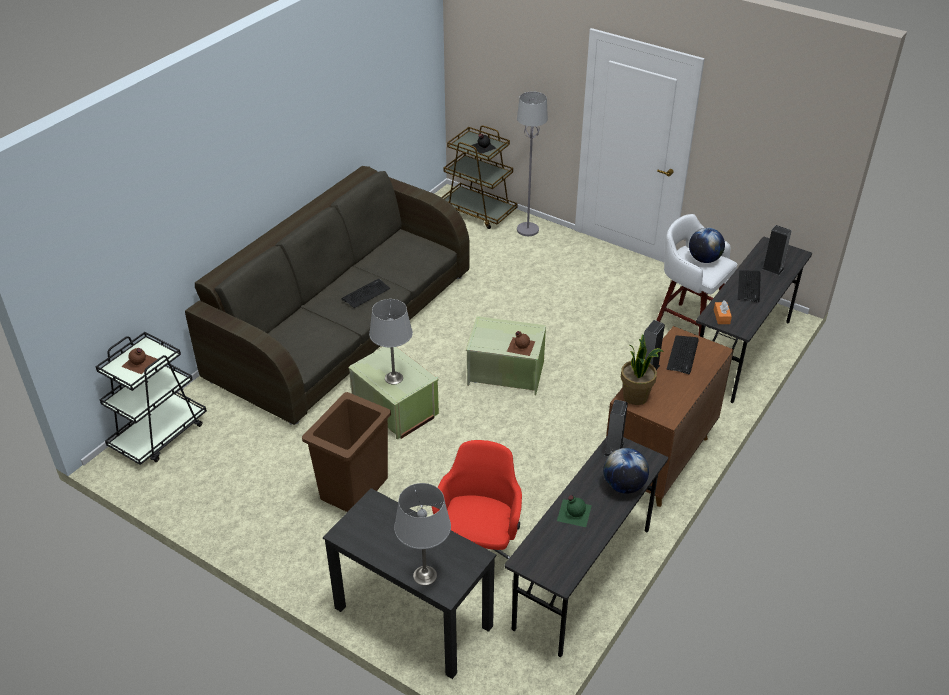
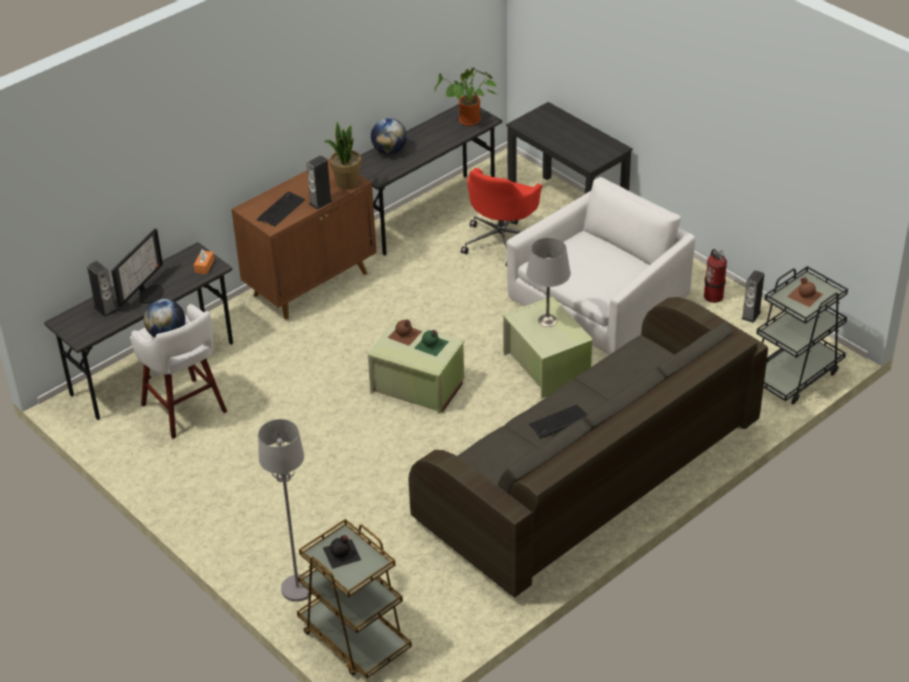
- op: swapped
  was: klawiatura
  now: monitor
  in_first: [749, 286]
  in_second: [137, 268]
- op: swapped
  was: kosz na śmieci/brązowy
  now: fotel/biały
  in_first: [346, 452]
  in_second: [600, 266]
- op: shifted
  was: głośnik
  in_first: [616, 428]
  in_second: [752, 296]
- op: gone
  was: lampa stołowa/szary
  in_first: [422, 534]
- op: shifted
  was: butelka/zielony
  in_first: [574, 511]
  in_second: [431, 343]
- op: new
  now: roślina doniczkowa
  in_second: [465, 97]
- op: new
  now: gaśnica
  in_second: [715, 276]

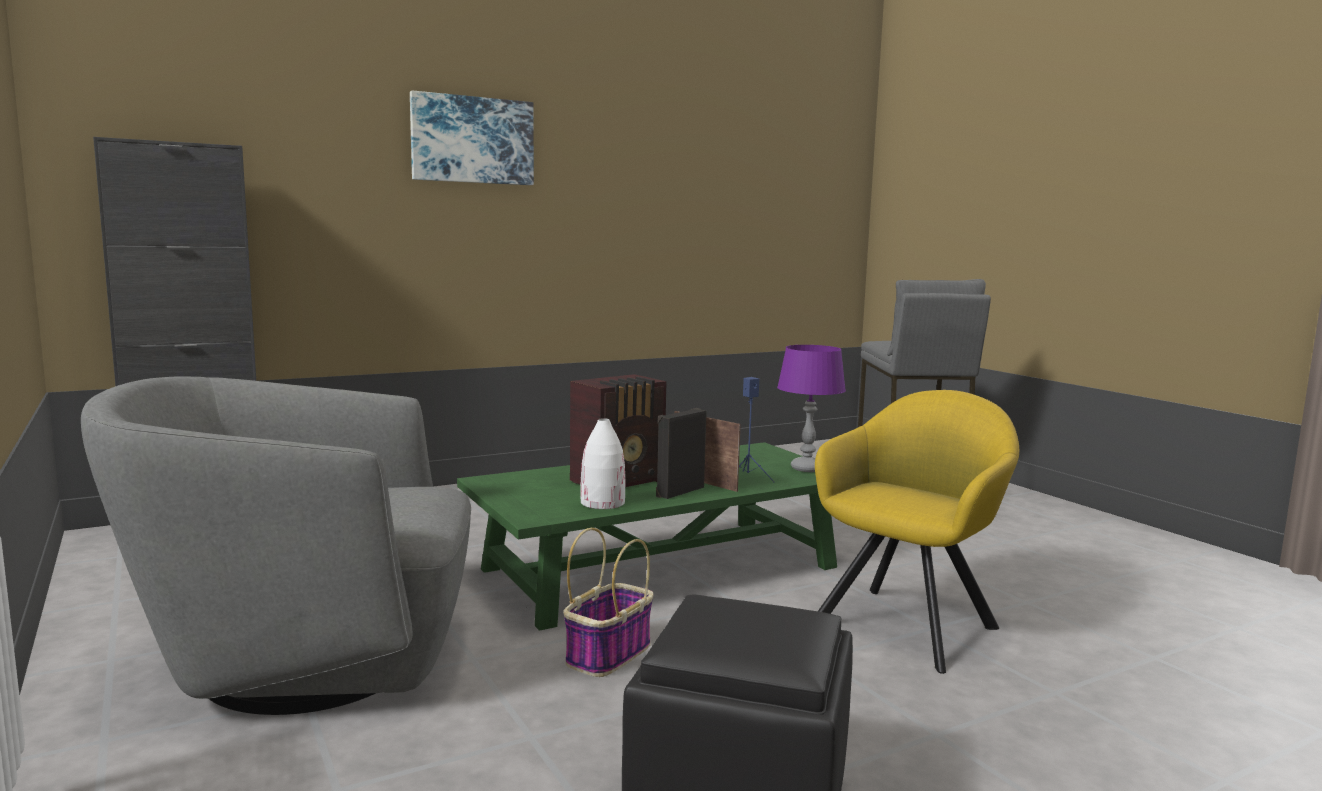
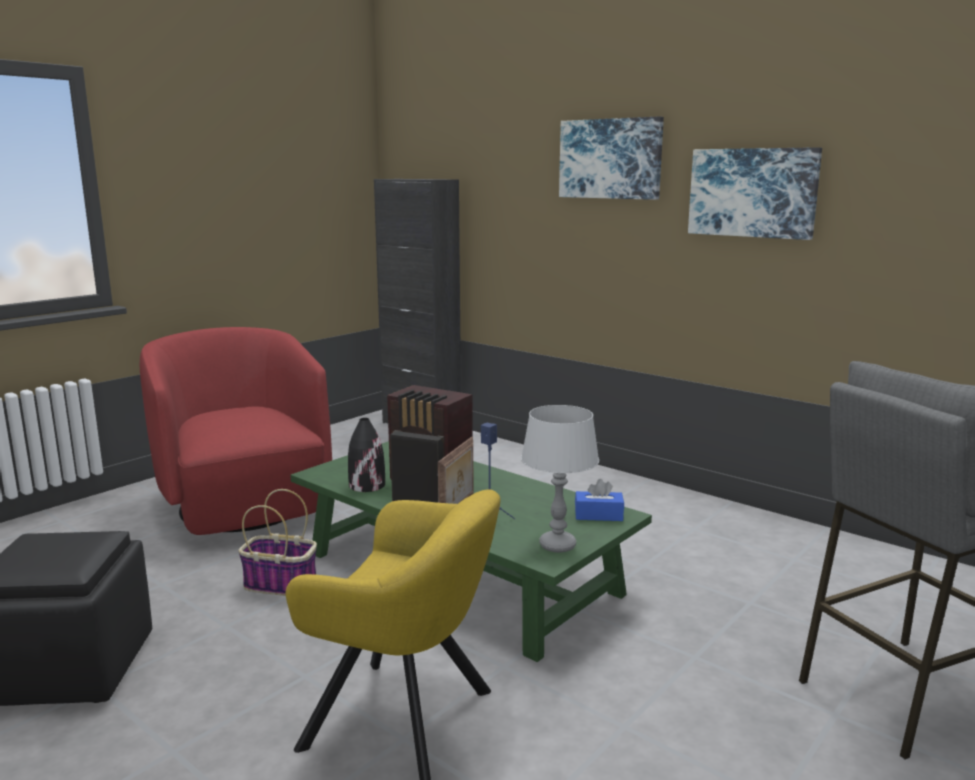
- op: repainted
  was: lampa stołowa/fioletowy
  now: lampa stołowa/szary
  in_first: [811, 408]
  in_second: [560, 479]
- op: repainted
  was: fotel/szary
  now: fotel/czerwony
  in_first: [276, 545]
  in_second: [236, 431]
- op: repainted
  was: wazon/biały
  now: wazon/czarny
  in_first: [602, 463]
  in_second: [366, 455]
- op: new
  now: obraz
  in_second: [755, 193]
- op: new
  now: pudełko chusteczek/niebieski
  in_second: [599, 500]

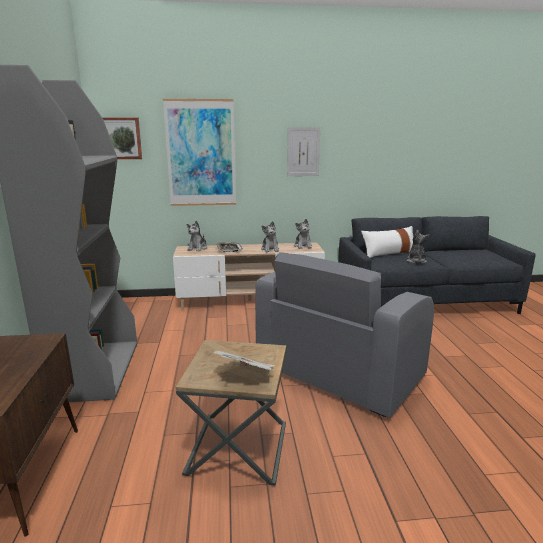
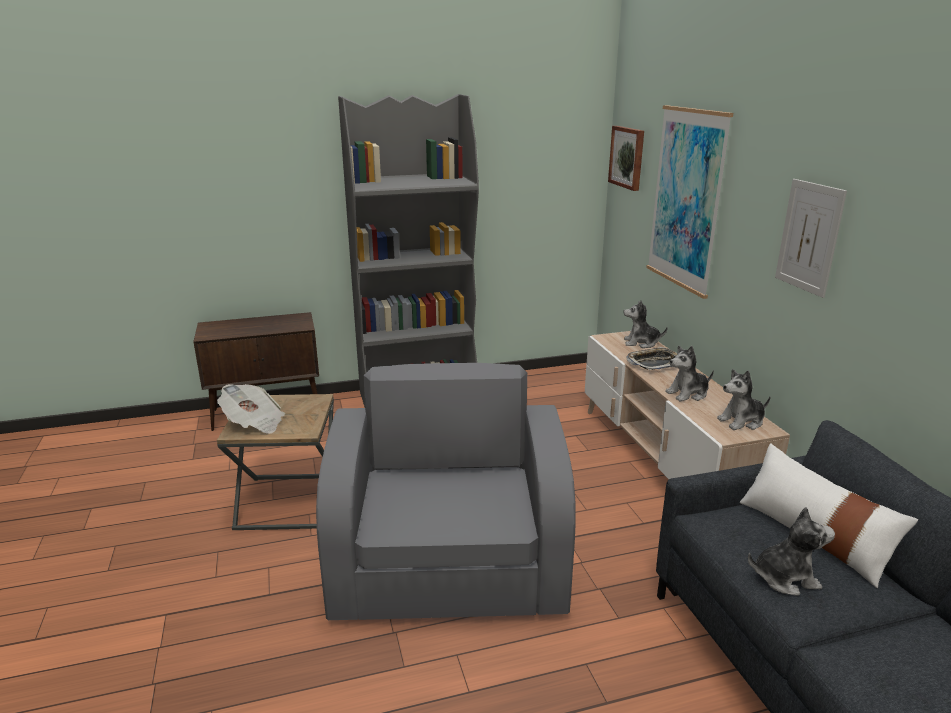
- op: rotated
  was: fotel/szary
  in_first: [344, 335]
  in_second: [446, 491]
  clockwise: 60

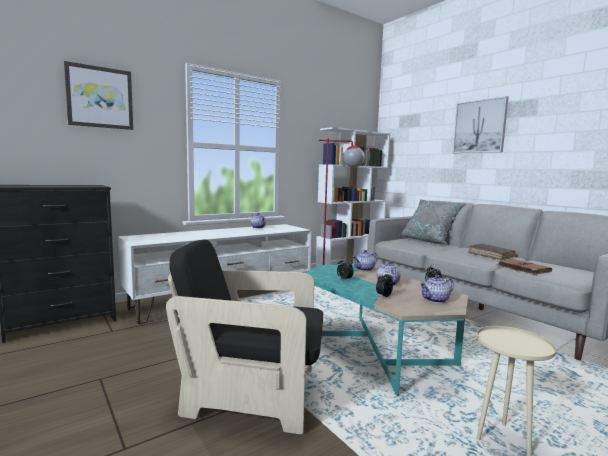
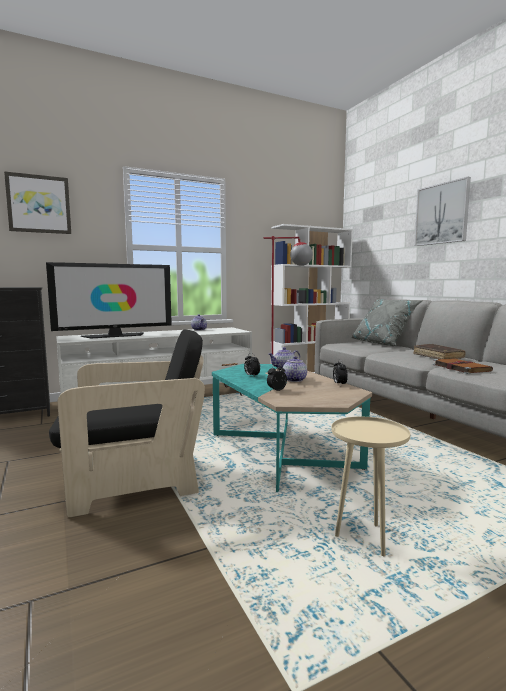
- op: rotated
  was: fotel/czarny
  in_first: [244, 336]
  in_second: [127, 423]
  clockwise: 150
- op: gone
  was: imbryk
  in_first: [436, 289]
- op: new
  now: telewizor
  in_second: [109, 300]

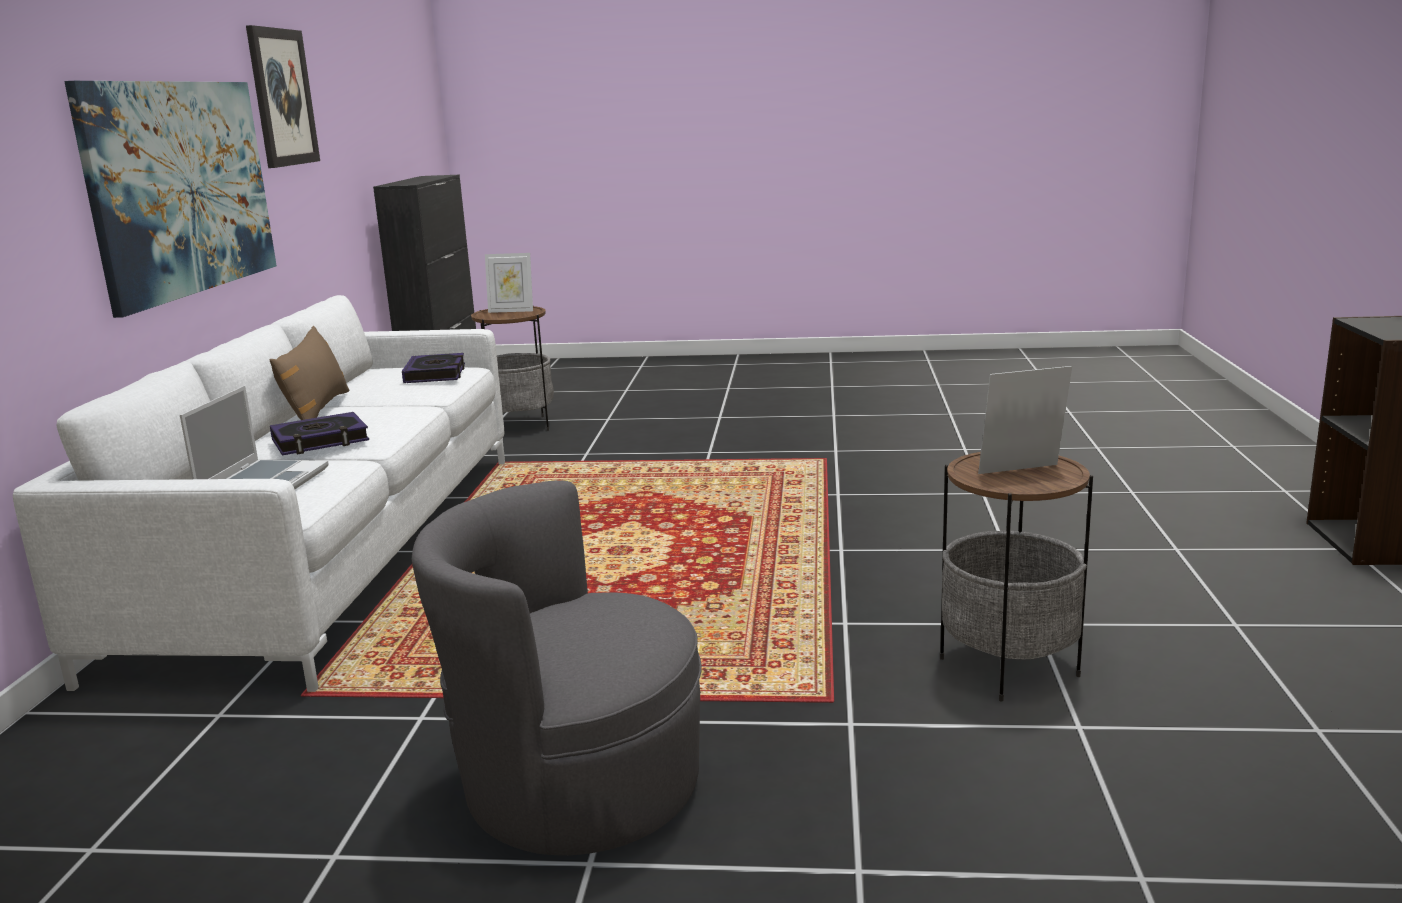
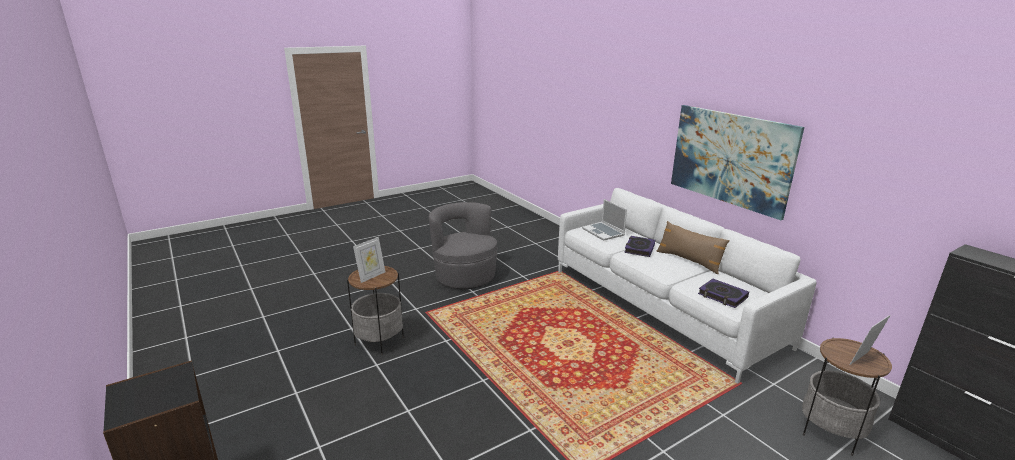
- op: gone
  was: obraz
  in_first: [283, 96]
- op: rotated
  was: fotel/szary
  in_first: [557, 667]
  in_second: [463, 245]
  clockwise: -90

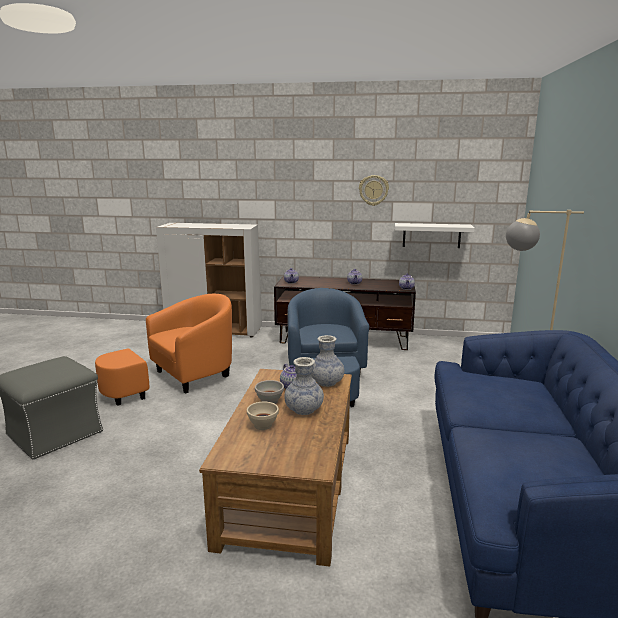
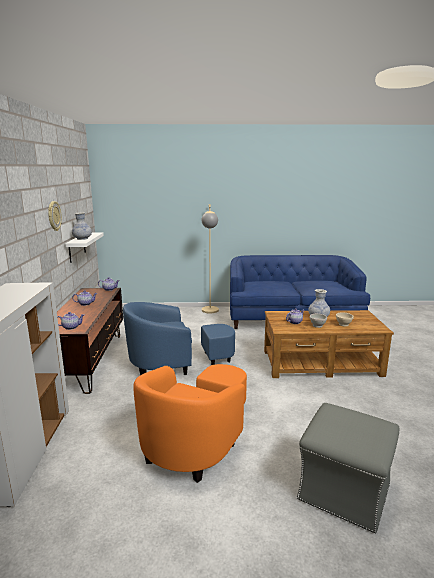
- op: rotated
  was: fotel/pomarańczowy
  in_first: [163, 350]
  in_second: [190, 423]
  clockwise: -105
- op: shifted
  was: wazon
  in_first: [328, 361]
  in_second: [82, 226]

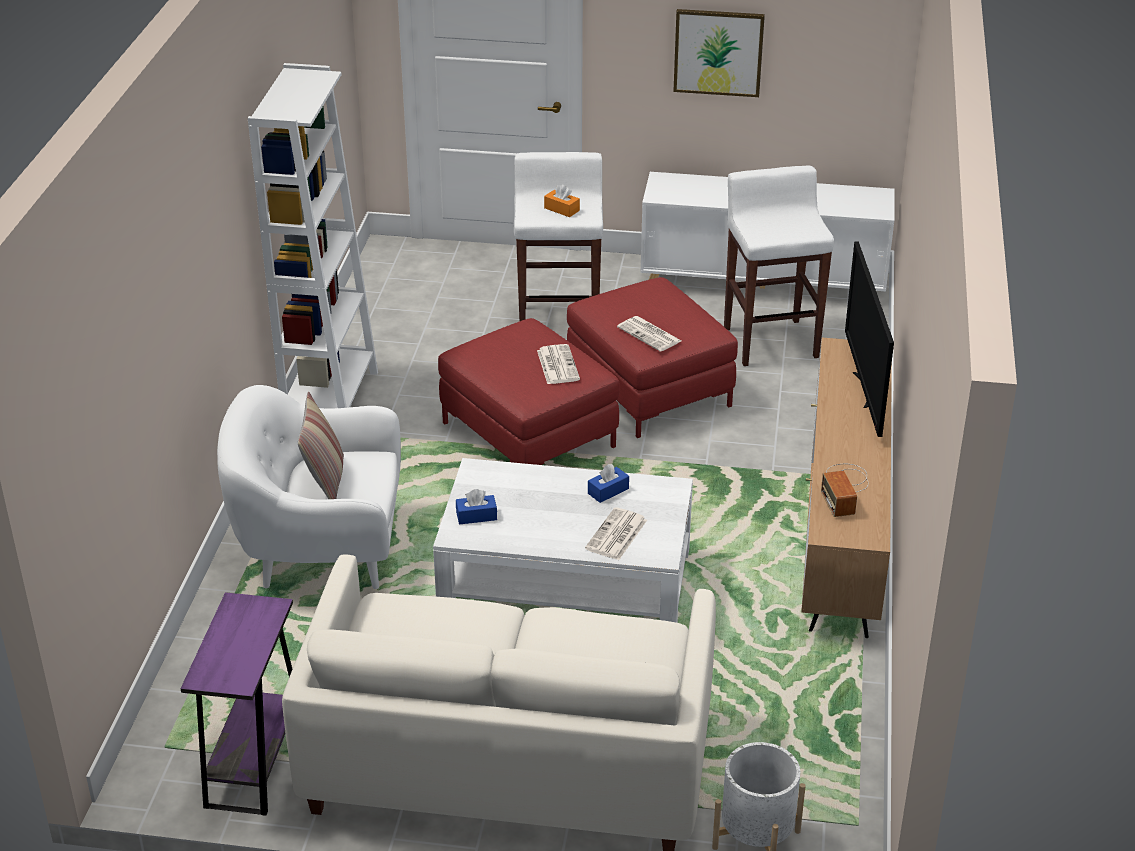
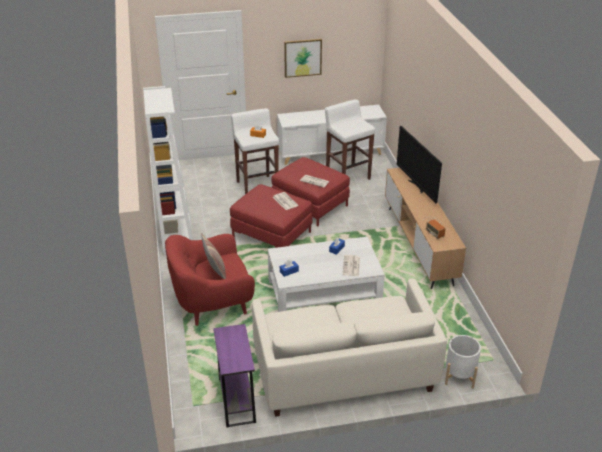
- op: repainted
  was: fotel/biały
  now: fotel/czerwony
  in_first: [309, 487]
  in_second: [210, 280]

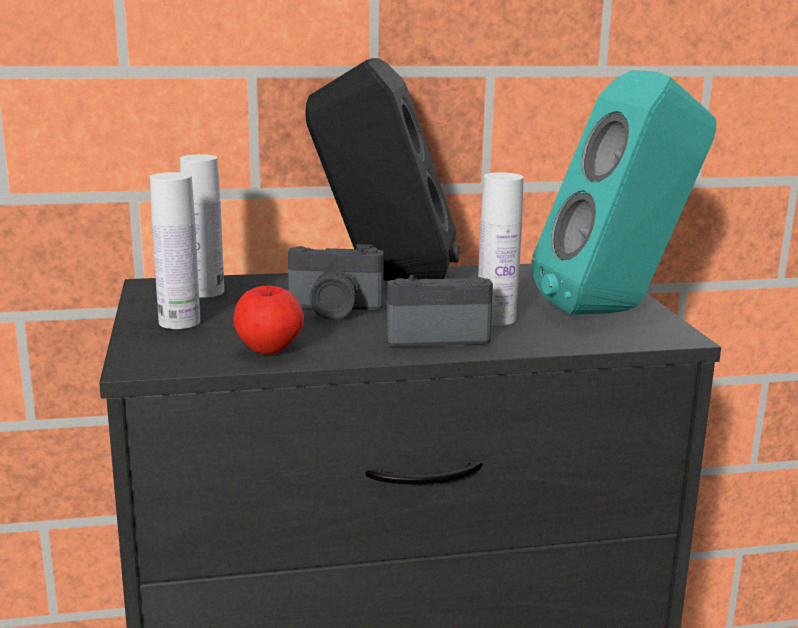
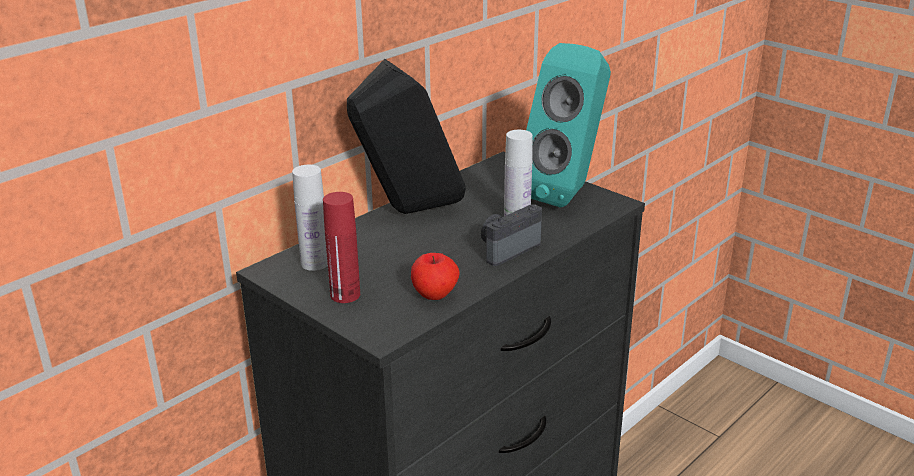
- op: repainted
  was: butelka/biały
  now: butelka/czerwony
  in_first: [175, 250]
  in_second: [341, 247]
- op: gone
  was: aparat fotograficzny
  in_first: [336, 282]

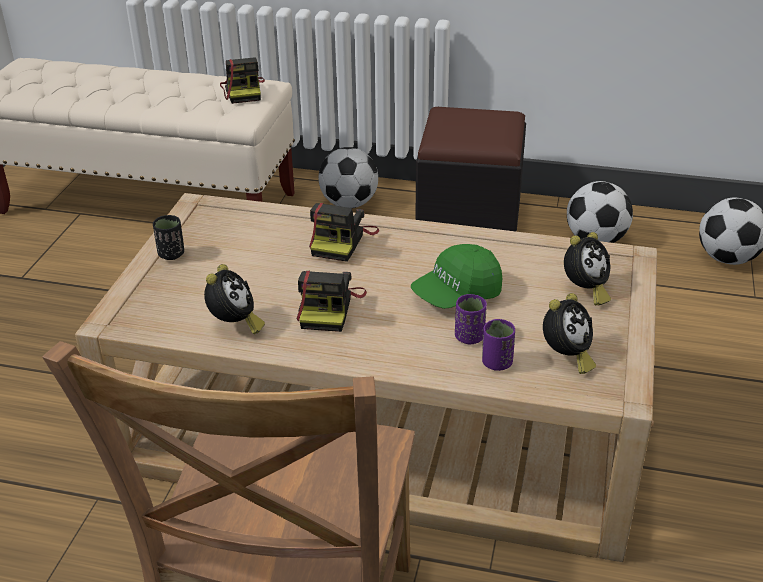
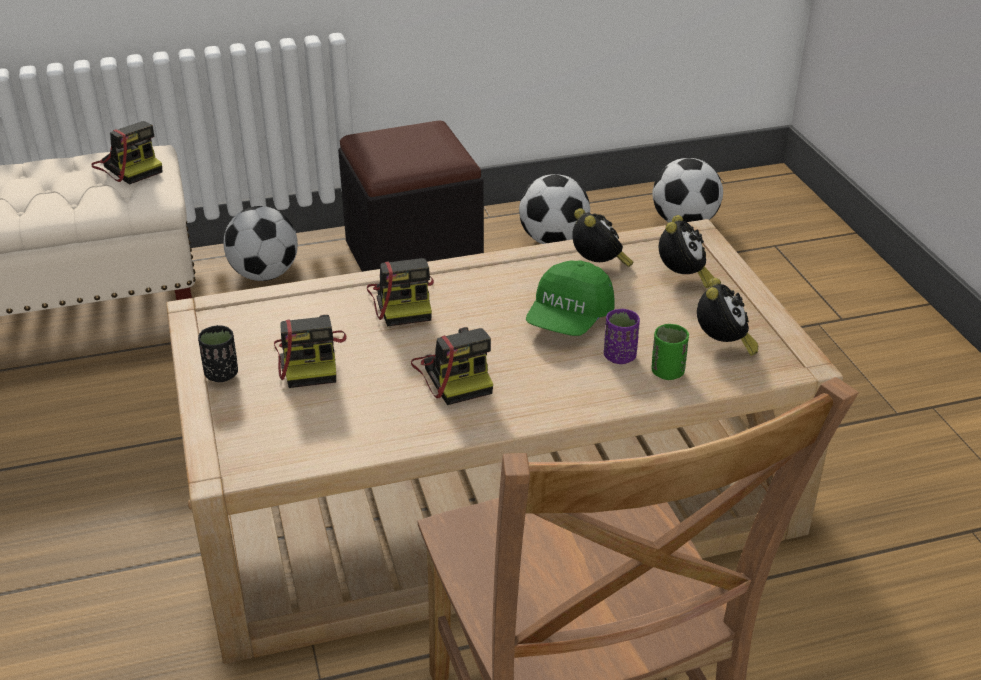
- op: shifted
  was: budzik
  in_first: [234, 299]
  in_second: [603, 237]
- op: repainted
  was: filiżanka/fioletowy
  now: filiżanka/zielony
  in_first: [498, 345]
  in_second: [670, 352]
- op: new
  now: aparat fotograficzny
  in_second: [310, 351]

